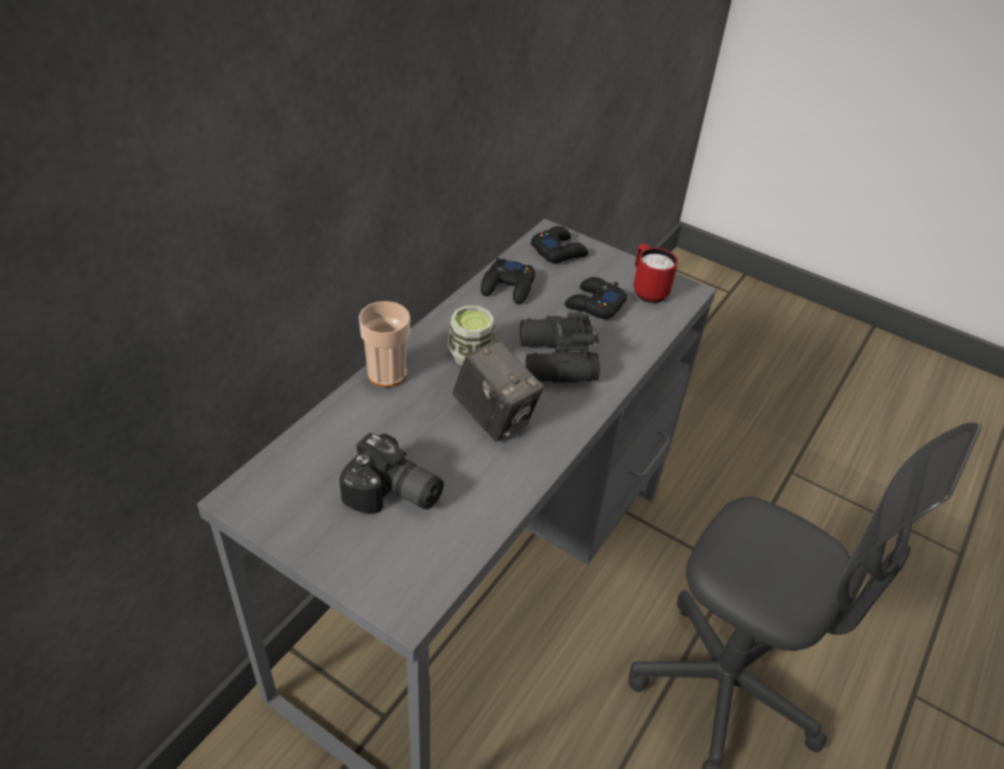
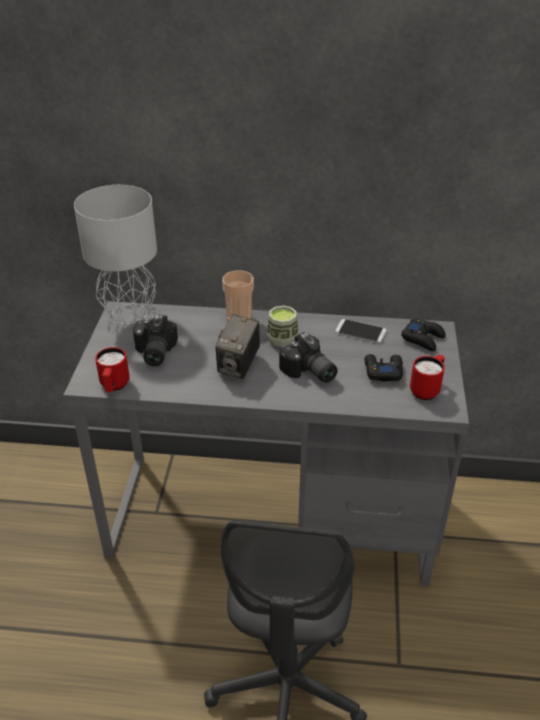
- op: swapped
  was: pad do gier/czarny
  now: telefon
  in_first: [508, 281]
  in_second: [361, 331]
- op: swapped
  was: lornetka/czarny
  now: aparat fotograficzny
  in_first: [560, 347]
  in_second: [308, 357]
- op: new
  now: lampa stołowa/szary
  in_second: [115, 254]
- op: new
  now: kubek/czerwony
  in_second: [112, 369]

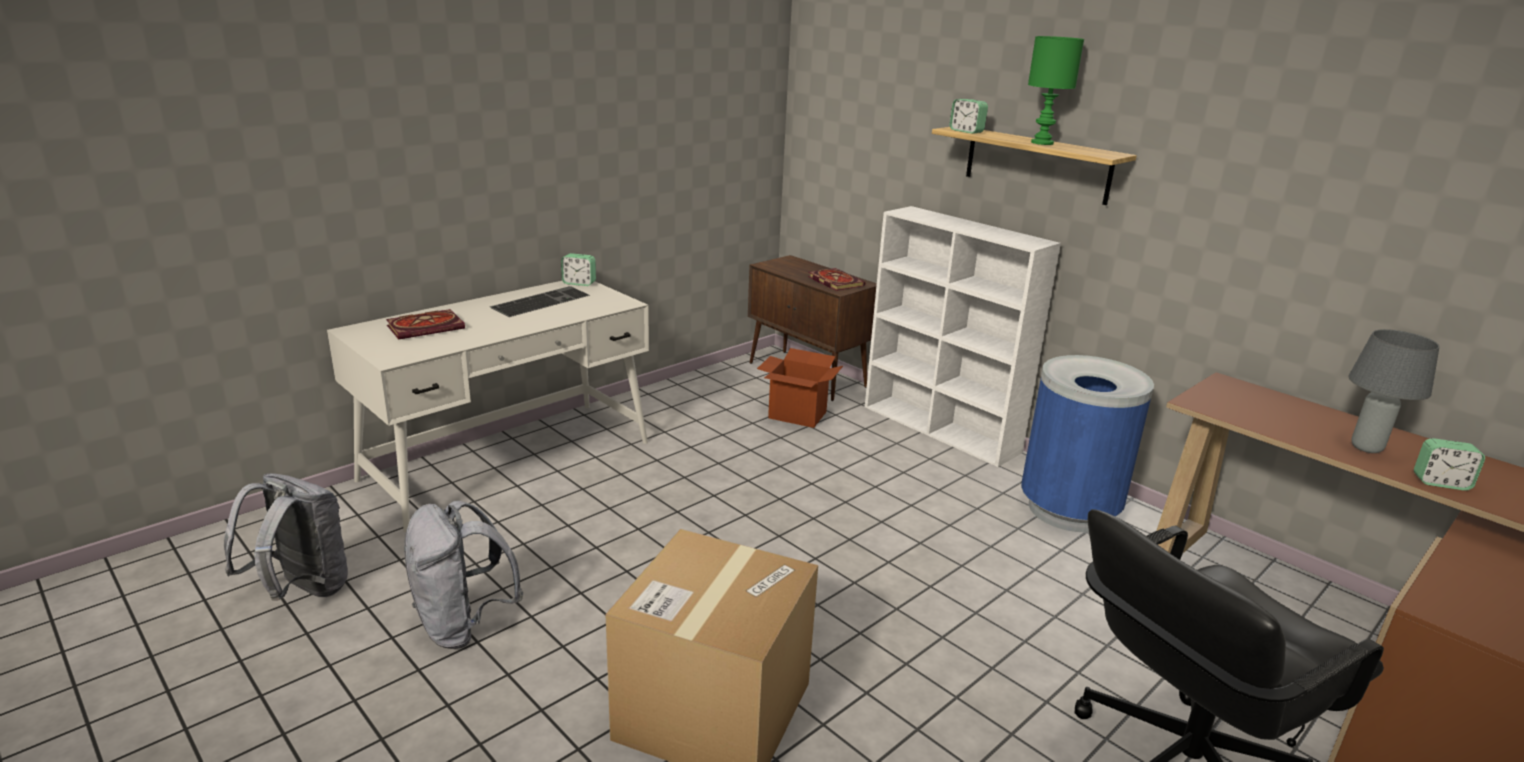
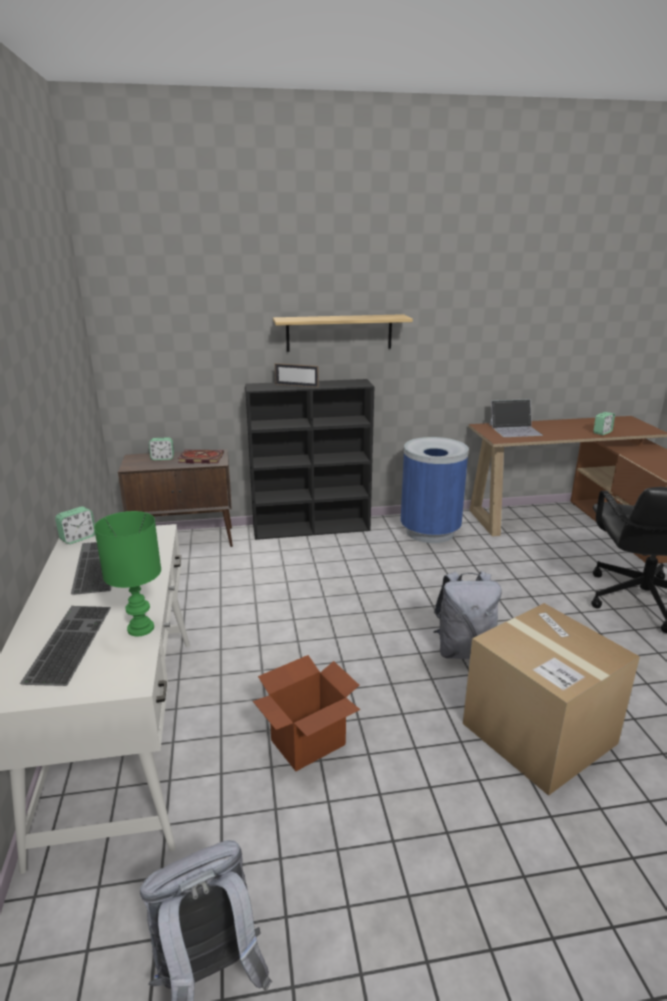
- op: shifted
  was: lampa stołowa/zielony
  in_first: [1056, 90]
  in_second: [127, 573]
- op: shifted
  was: budzik
  in_first: [968, 116]
  in_second: [161, 448]
- op: repainted
  was: regał/biały
  now: regał/czarny
  in_first: [963, 336]
  in_second: [309, 459]
- op: swapped
  was: książka
  now: klawiatura
  in_first: [425, 324]
  in_second: [65, 646]
- op: gone
  was: lampa stołowa/szary
  in_first: [1394, 391]
- op: shifted
  was: karton
  in_first: [800, 388]
  in_second: [306, 713]
- op: shifted
  was: plecak/szary
  in_first: [463, 574]
  in_second: [467, 615]
- op: new
  now: ramka na zdjęcie
  in_second: [297, 375]
- op: new
  now: laptop
  in_second: [516, 418]

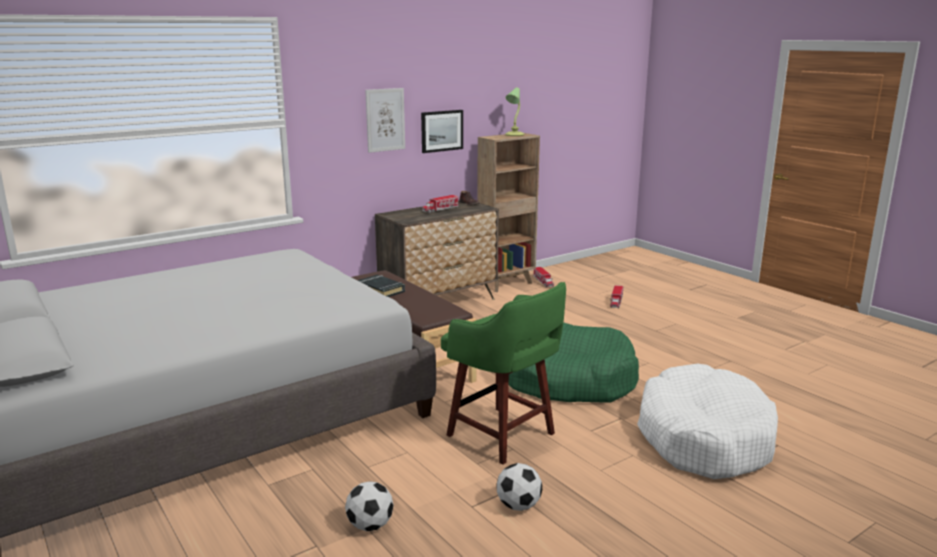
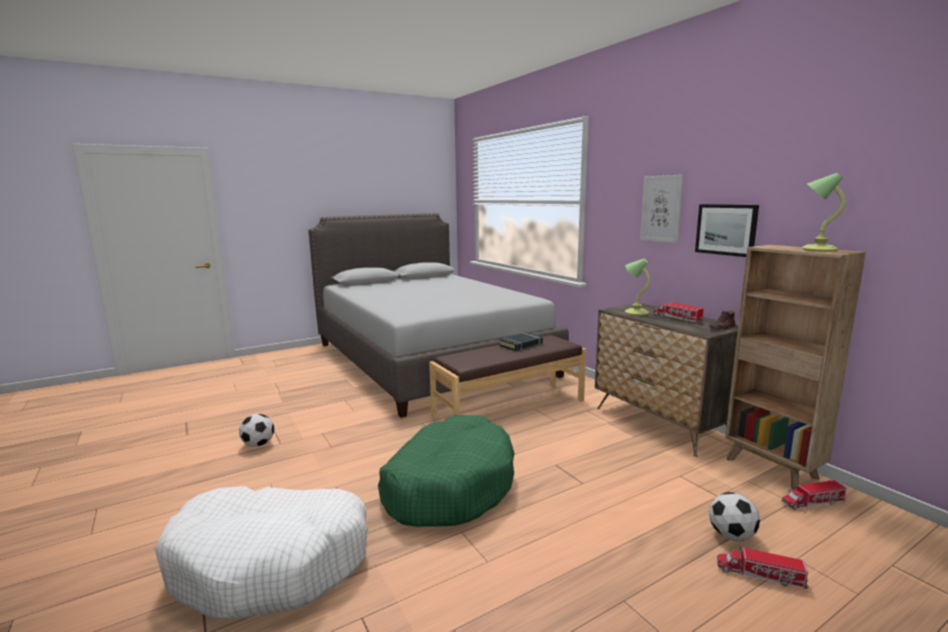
- op: gone
  was: stołek/zielony
  in_first: [503, 373]
- op: shifted
  was: piłka futbolowa
  in_first: [369, 506]
  in_second: [734, 516]
- op: new
  now: lampa stołowa
  in_second: [637, 287]

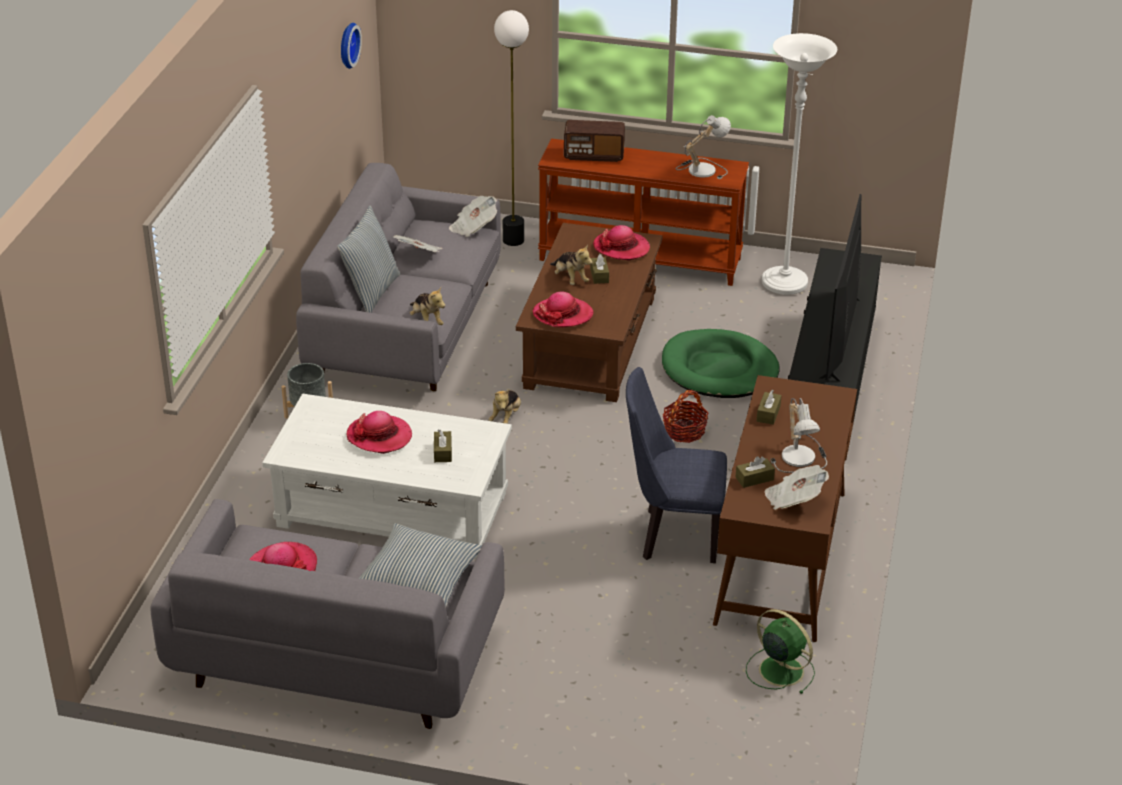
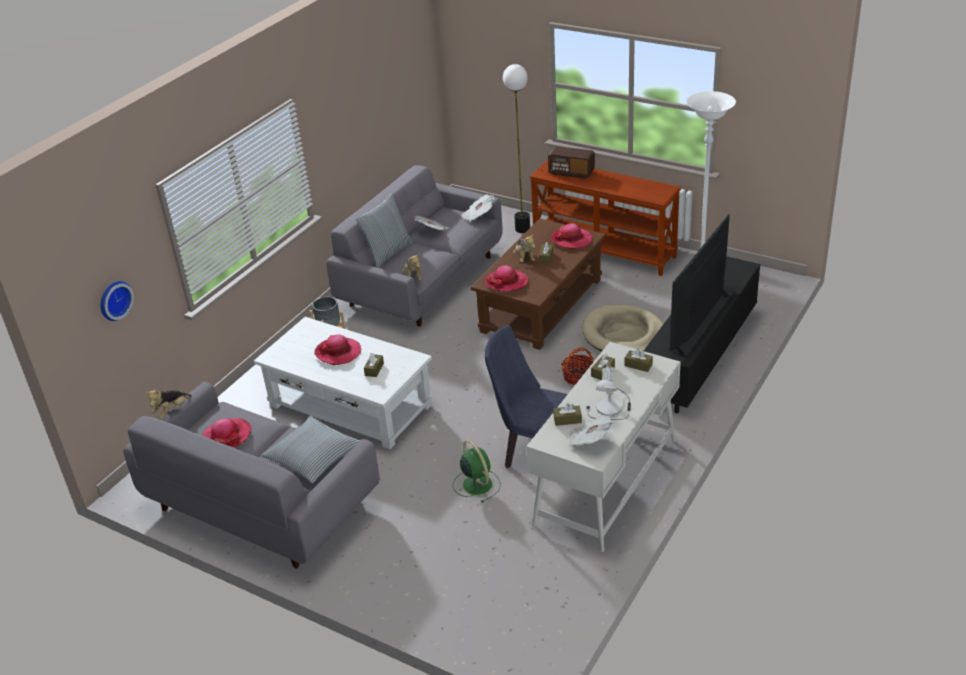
- op: shifted
  was: zegar ścienny
  in_first: [351, 46]
  in_second: [117, 301]
- op: gone
  was: lampa stołowa
  in_first: [703, 147]
- op: repainted
  was: legowisko/zielony
  now: legowisko/beżowy
  in_first: [720, 363]
  in_second: [623, 328]
- op: repainted
  was: biurko/brązowy
  now: biurko/biały
  in_first: [785, 508]
  in_second: [603, 447]
- op: shifted
  was: pluszak
  in_first: [505, 407]
  in_second: [168, 404]
- op: shifted
  was: wentylator/zielony
  in_first: [780, 651]
  in_second: [477, 471]
- op: new
  now: pudełko chusteczek/brązowy
  in_second: [638, 360]

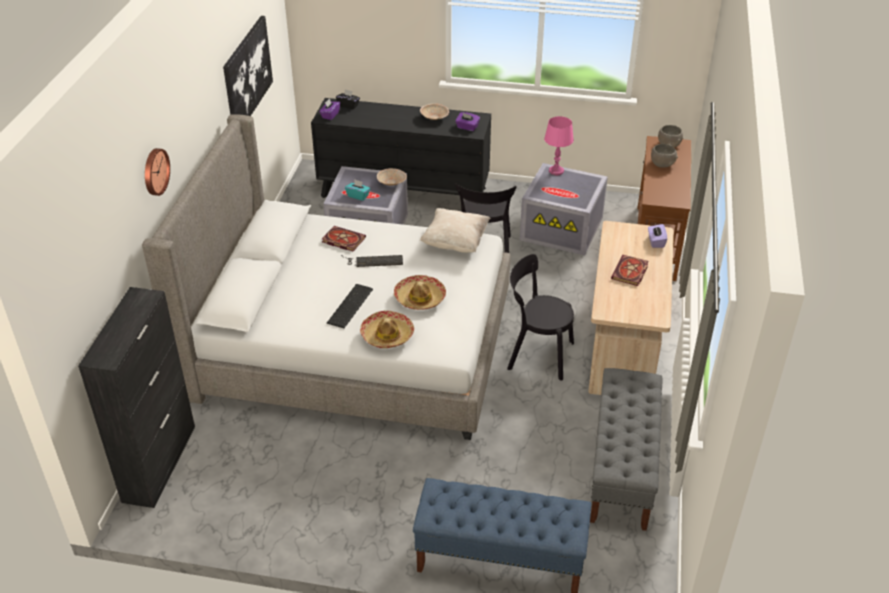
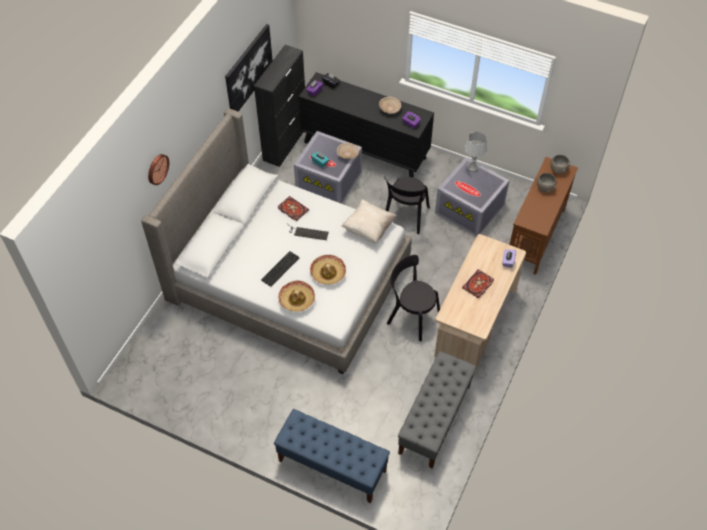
- op: repainted
  was: lampa stołowa/różowy
  now: lampa stołowa/szary
  in_first: [559, 145]
  in_second: [476, 152]
- op: shifted
  was: szafka/czarny
  in_first: [136, 397]
  in_second: [279, 106]

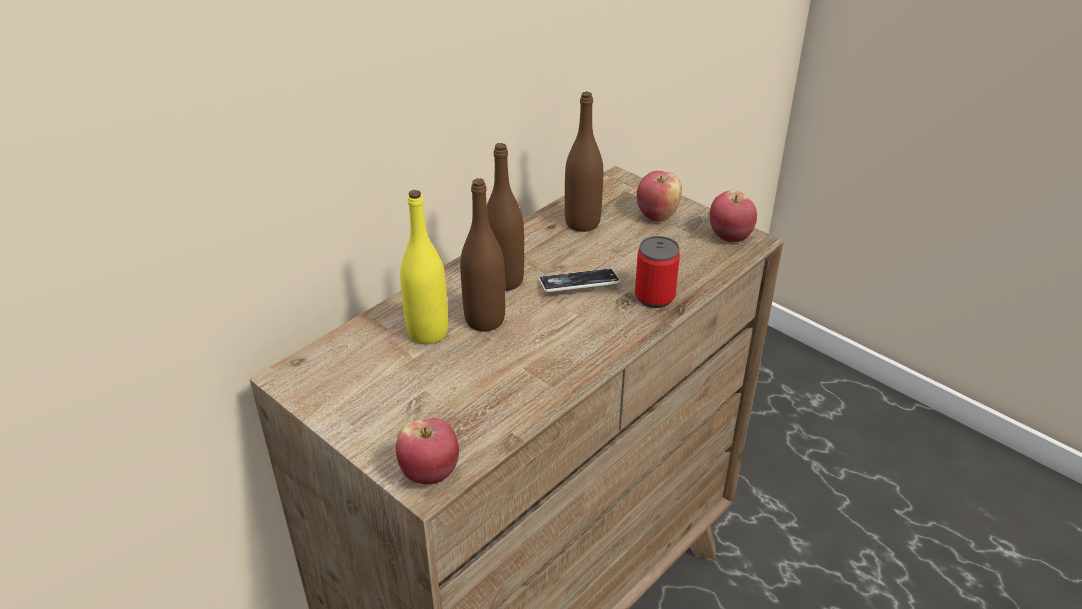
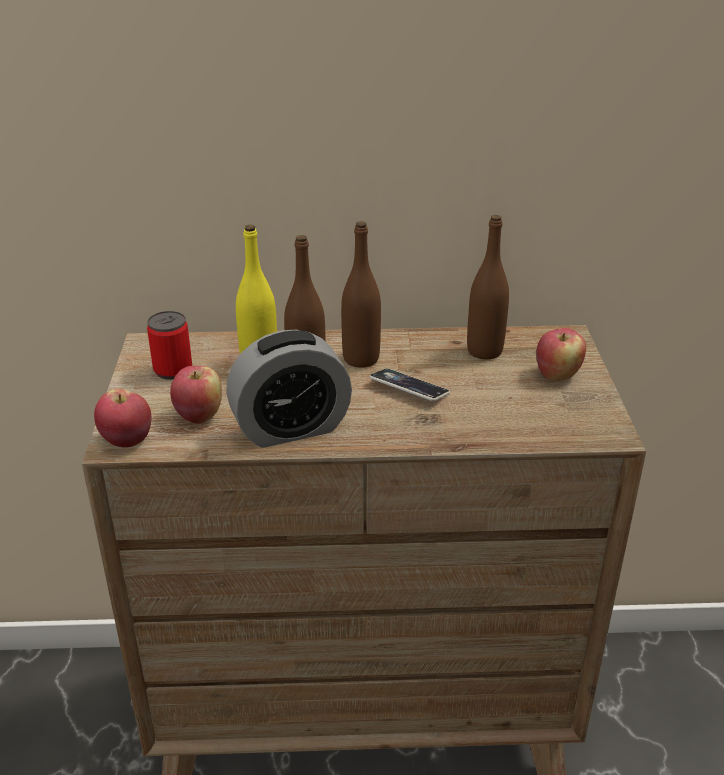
- op: shifted
  was: jabłko
  in_first: [733, 216]
  in_second: [196, 395]
- op: shifted
  was: puszka
  in_first: [657, 272]
  in_second: [169, 345]
- op: new
  now: budzik
  in_second: [289, 389]

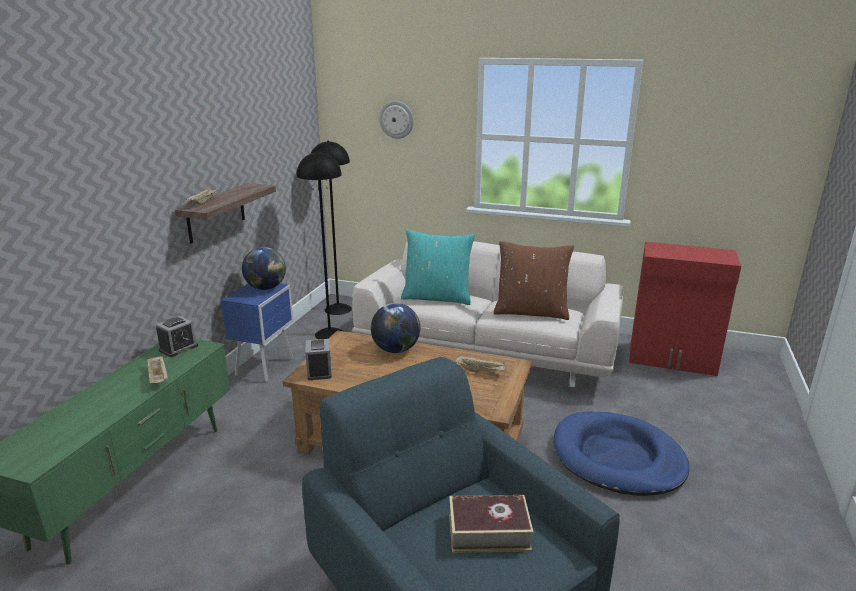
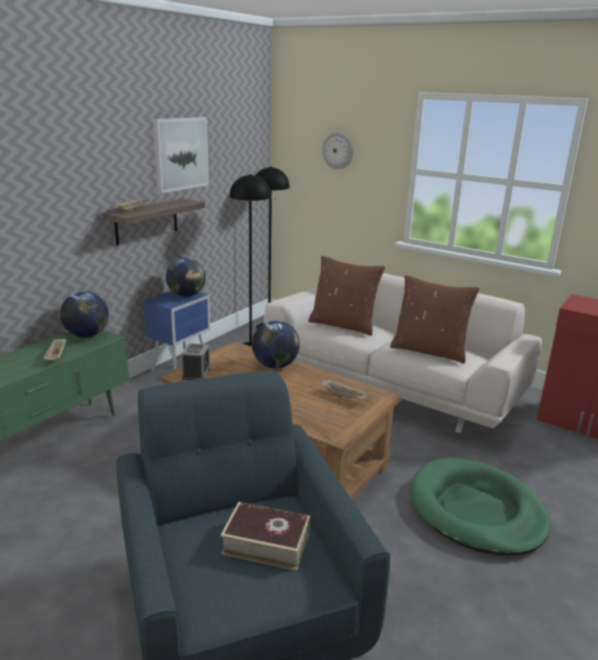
- op: repainted
  was: poduszka/turkusowy
  now: poduszka/brązowy
  in_first: [438, 267]
  in_second: [346, 296]
- op: swapped
  was: budzik
  now: globus
  in_first: [177, 336]
  in_second: [84, 314]
- op: repainted
  was: legowisko/niebieski
  now: legowisko/zielony
  in_first: [621, 454]
  in_second: [480, 507]
- op: new
  now: obraz
  in_second: [181, 155]

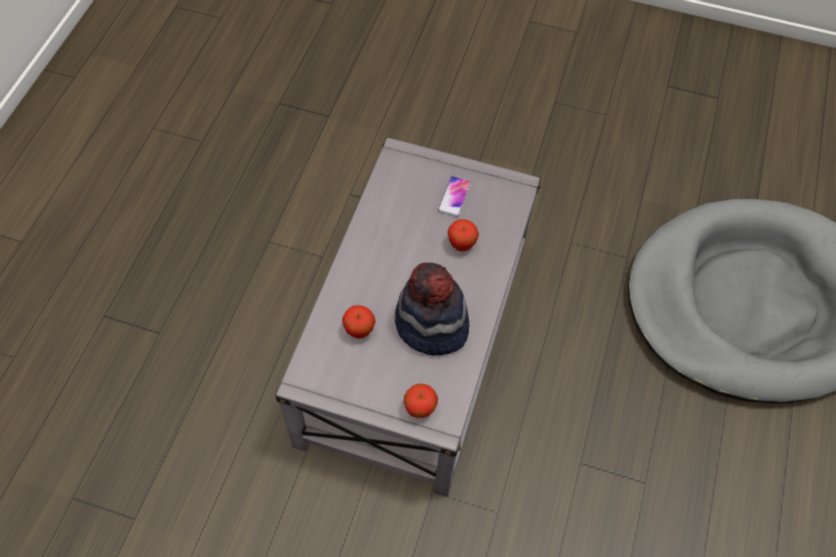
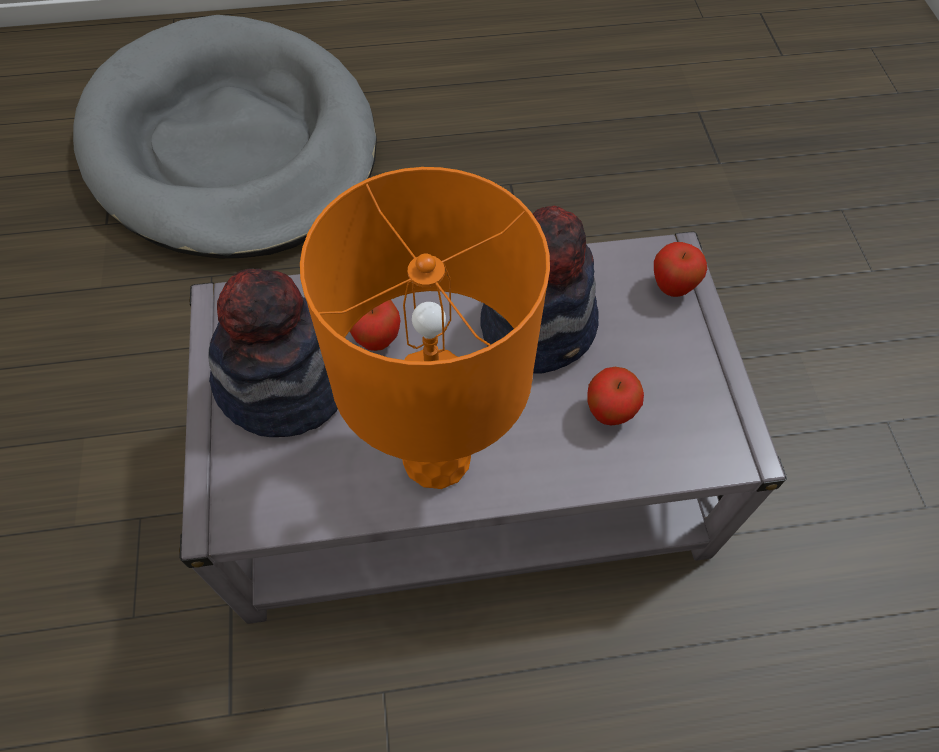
- op: swapped
  was: telefon
  now: kapelusz
  in_first: [454, 196]
  in_second: [273, 352]
- op: new
  now: lampa stołowa/pomarańczowy
  in_second: [425, 328]

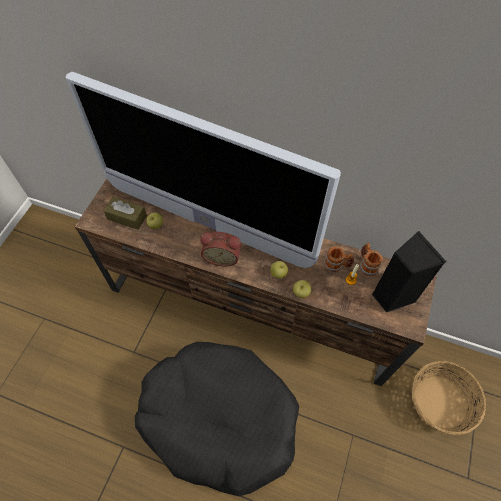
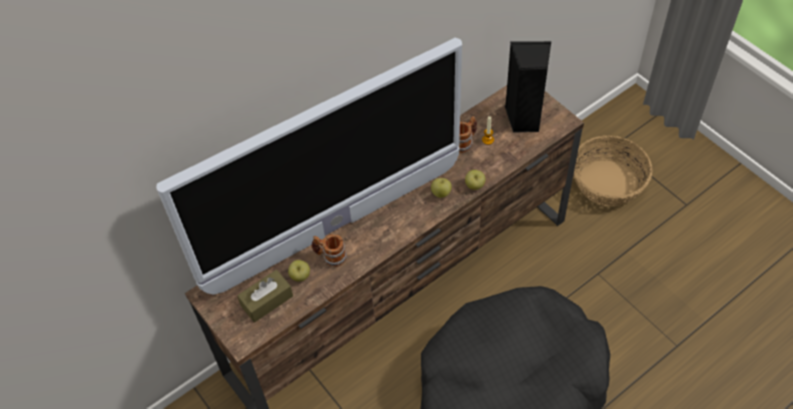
- op: gone
  was: budzik
  in_first: [220, 249]
- op: shifted
  was: kubek
  in_first: [371, 259]
  in_second: [329, 250]

